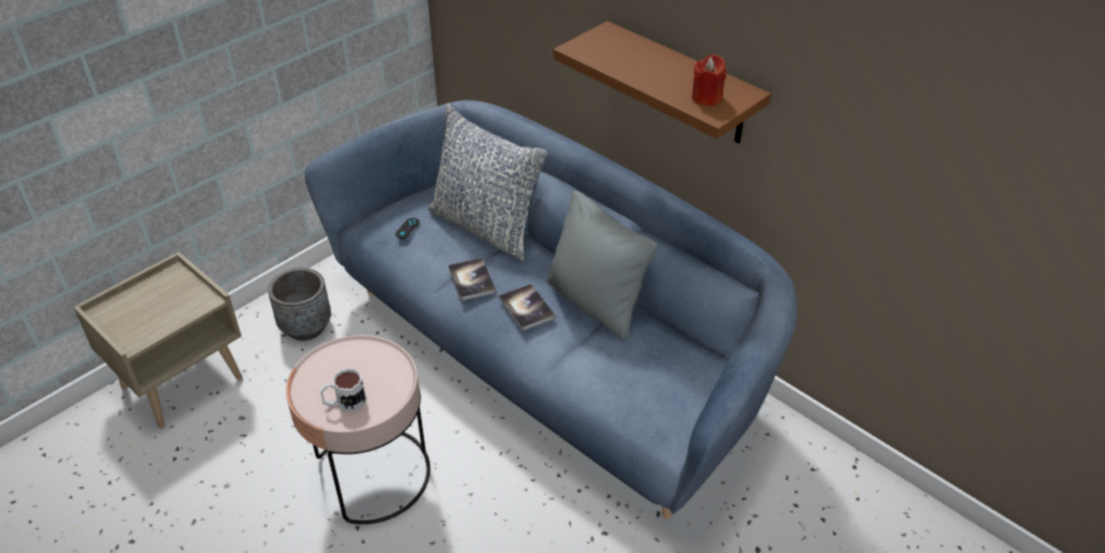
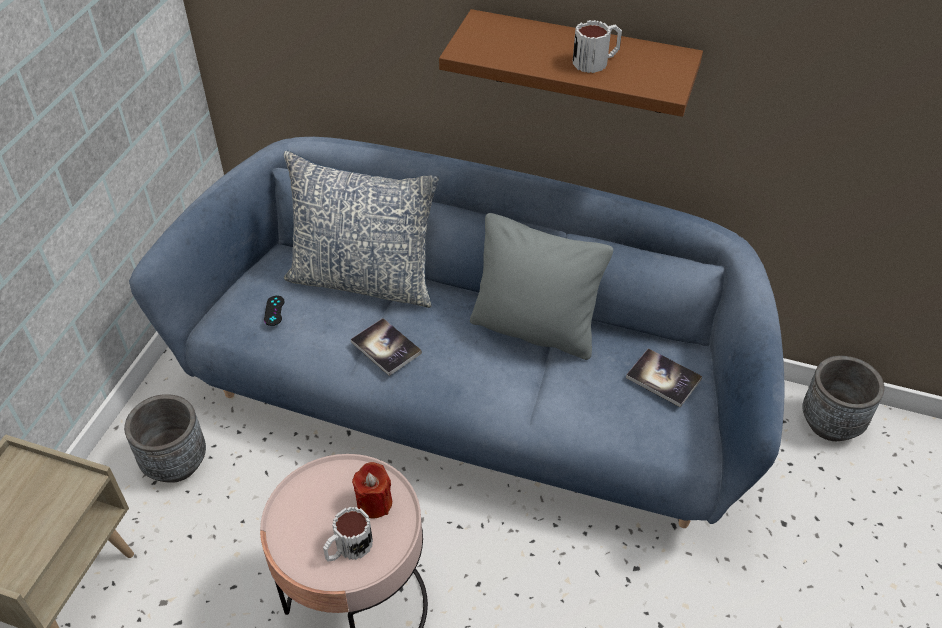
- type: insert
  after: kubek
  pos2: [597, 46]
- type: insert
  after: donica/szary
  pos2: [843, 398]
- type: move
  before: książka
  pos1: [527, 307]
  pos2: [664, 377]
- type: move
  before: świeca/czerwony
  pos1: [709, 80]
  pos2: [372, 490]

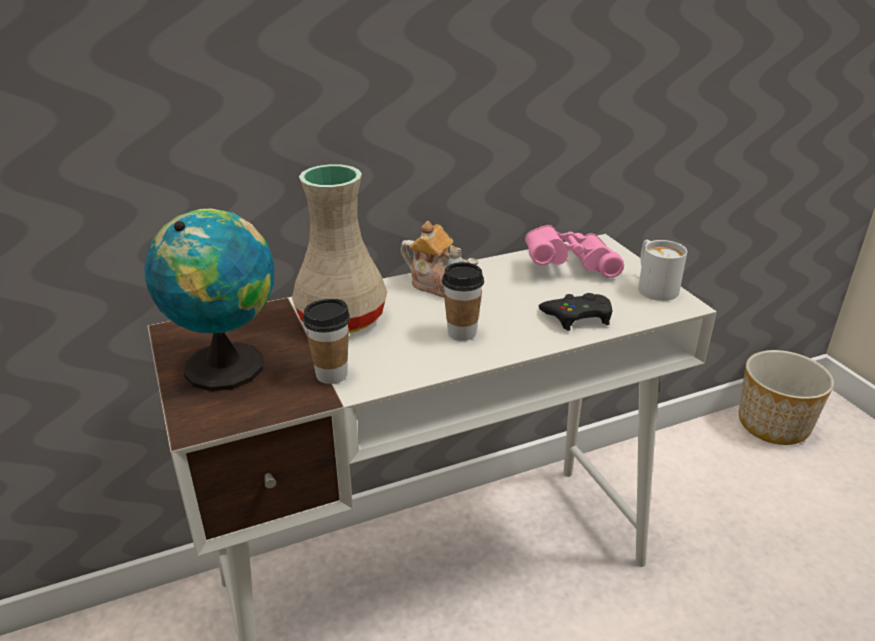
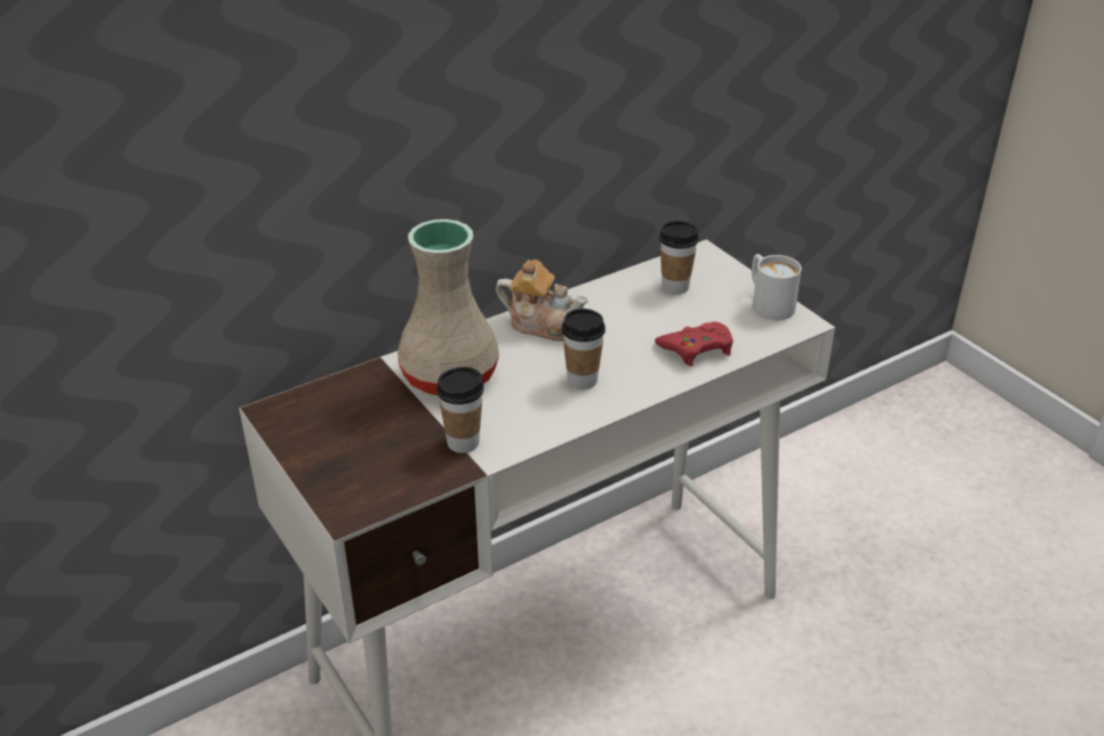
- type: delete
  before: globus
  pos1: [209, 299]
- type: delete
  before: donica
  pos1: [786, 397]
- type: replace
  before: lornetka/różowy
  after: filiżanka
  pos1: [574, 251]
  pos2: [679, 258]
- type: recolor
  before: pad do gier/czarny
  after: pad do gier/czerwony
  pos1: [576, 312]
  pos2: [694, 344]

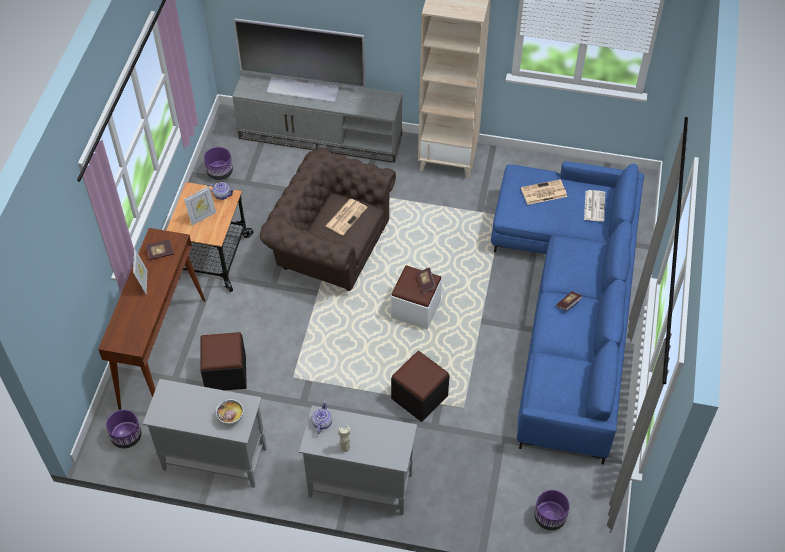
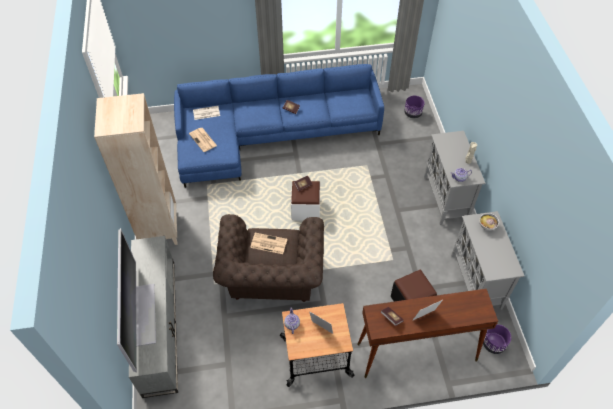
- type: delete
  before: donica/fioletowy
  pos1: [218, 163]
- type: delete
  before: pufa/czarny
  pos1: [420, 386]

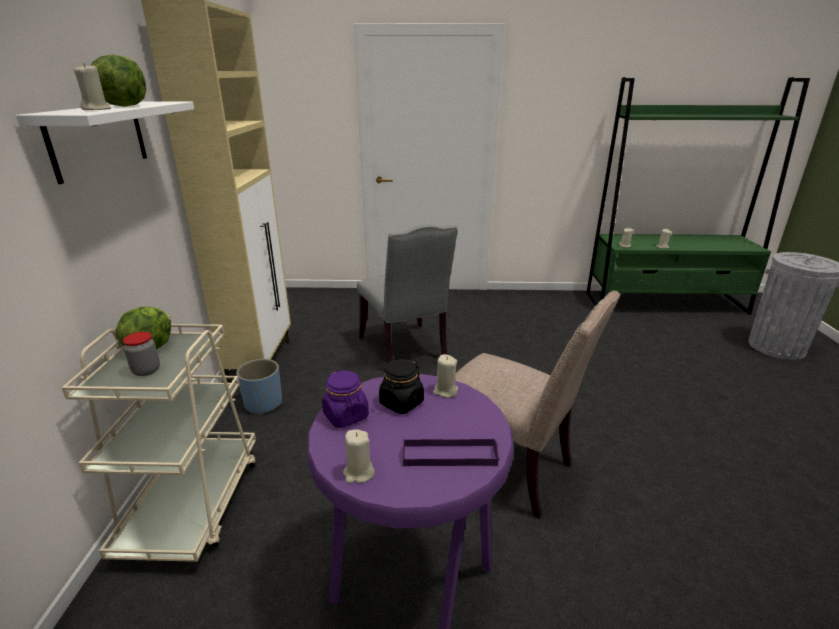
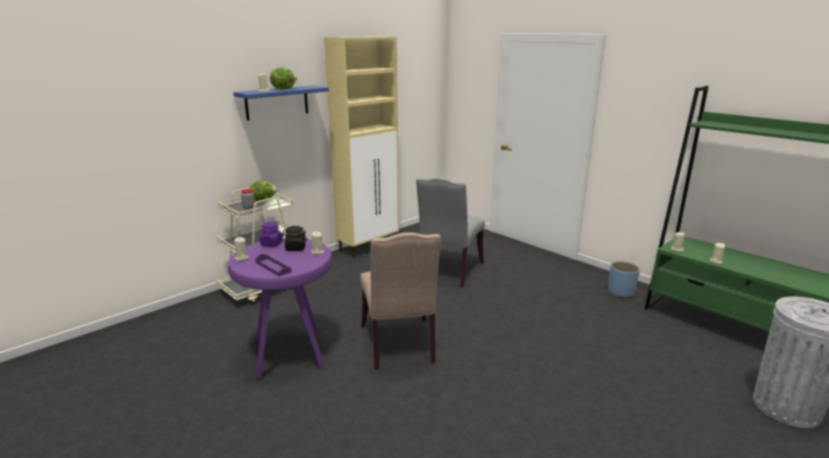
- type: move
  before: donica/niebieski
  pos1: [259, 387]
  pos2: [624, 279]
- type: recolor
  before: półka/biały
  after: półka/niebieski
  pos1: [105, 142]
  pos2: [281, 102]

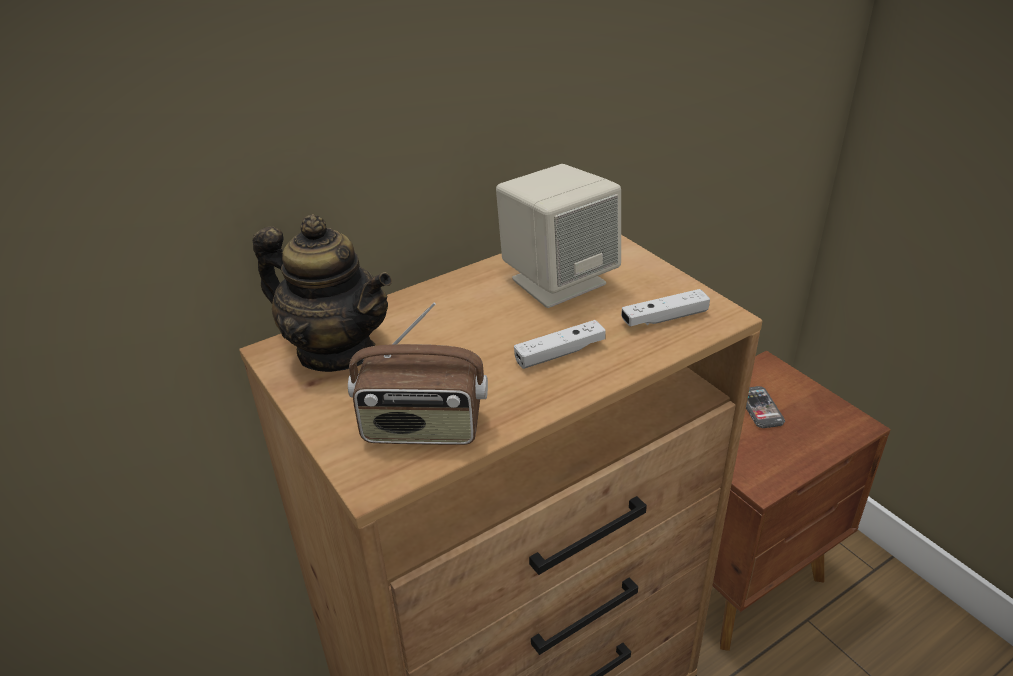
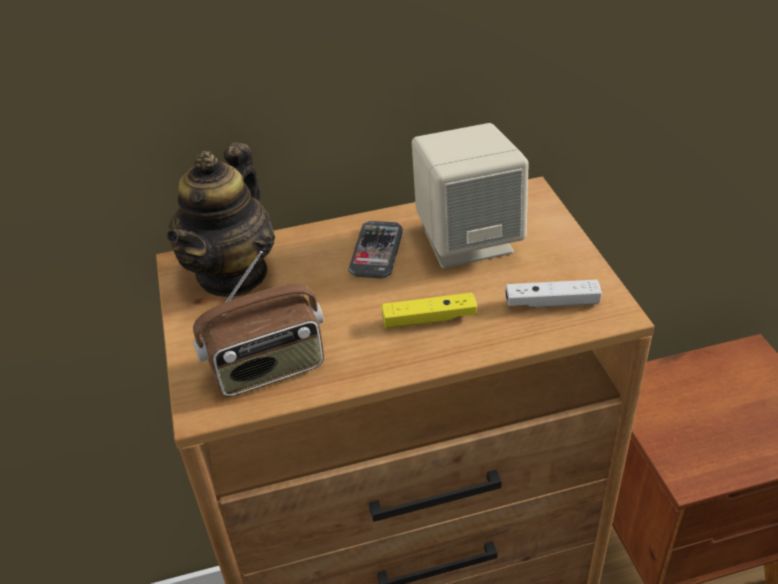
- type: move
  before: telefon
  pos1: [765, 407]
  pos2: [375, 250]
- type: recolor
  before: pad do gier/biały
  after: pad do gier/żółty
  pos1: [560, 344]
  pos2: [429, 310]
- type: rotate
  before: imbryk
  pos1: [322, 293]
  pos2: [221, 219]
  turn: 60
- type: rotate
  before: radio
  pos1: [418, 373]
  pos2: [258, 324]
  turn: -45

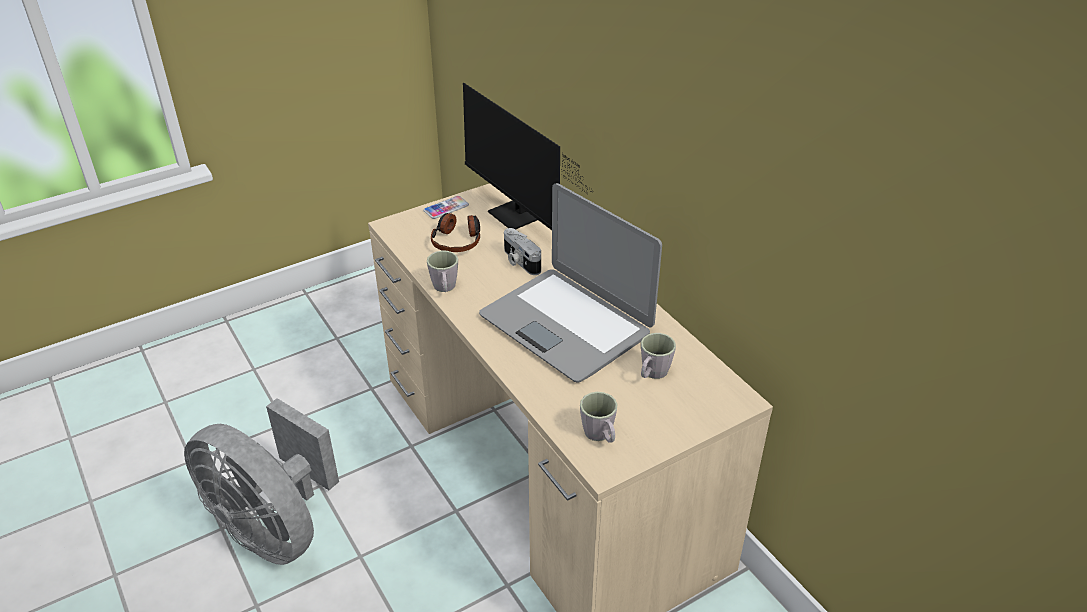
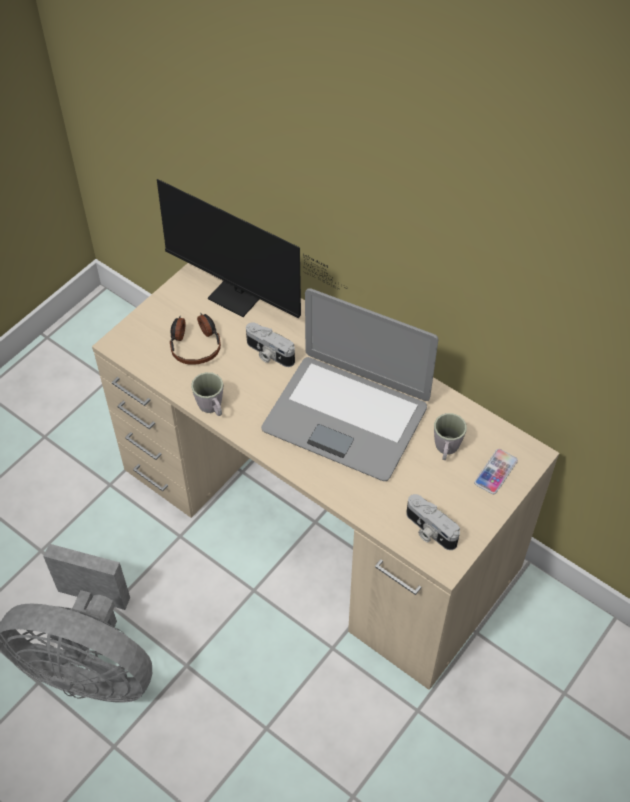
- type: move
  before: telefon
  pos1: [446, 207]
  pos2: [496, 471]
- type: replace
  before: kubek/szary
  after: aparat fotograficzny
  pos1: [599, 417]
  pos2: [433, 522]

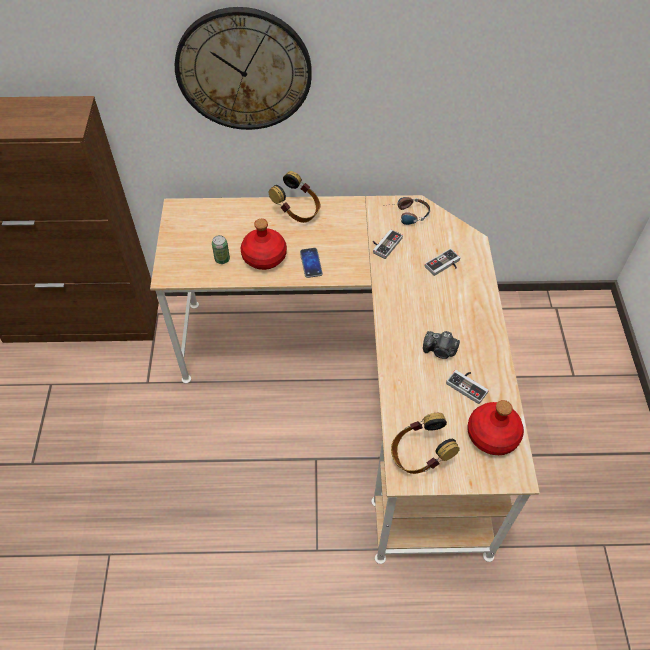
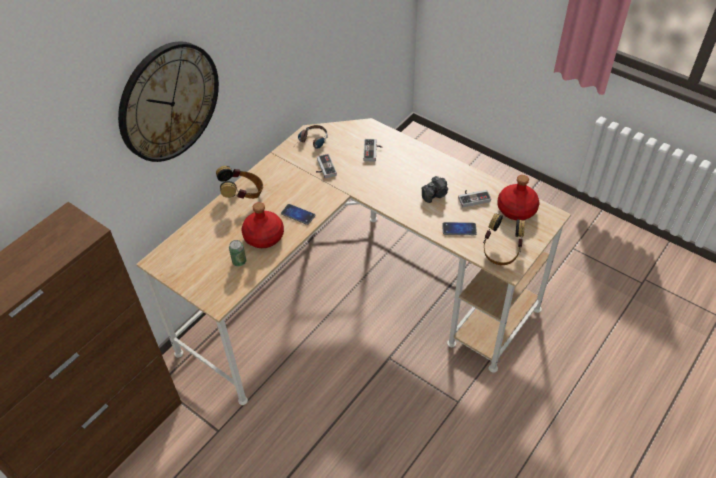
- type: insert
  after: telefon
  pos2: [459, 228]

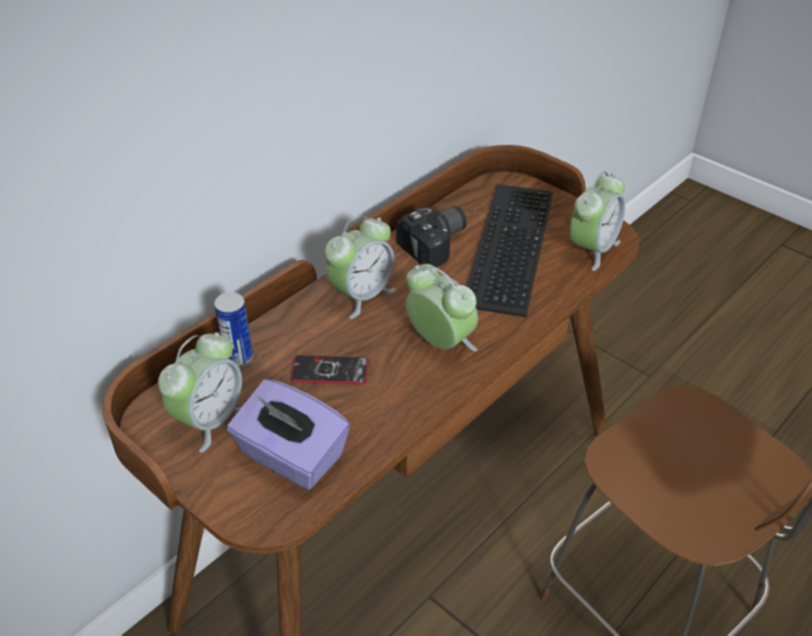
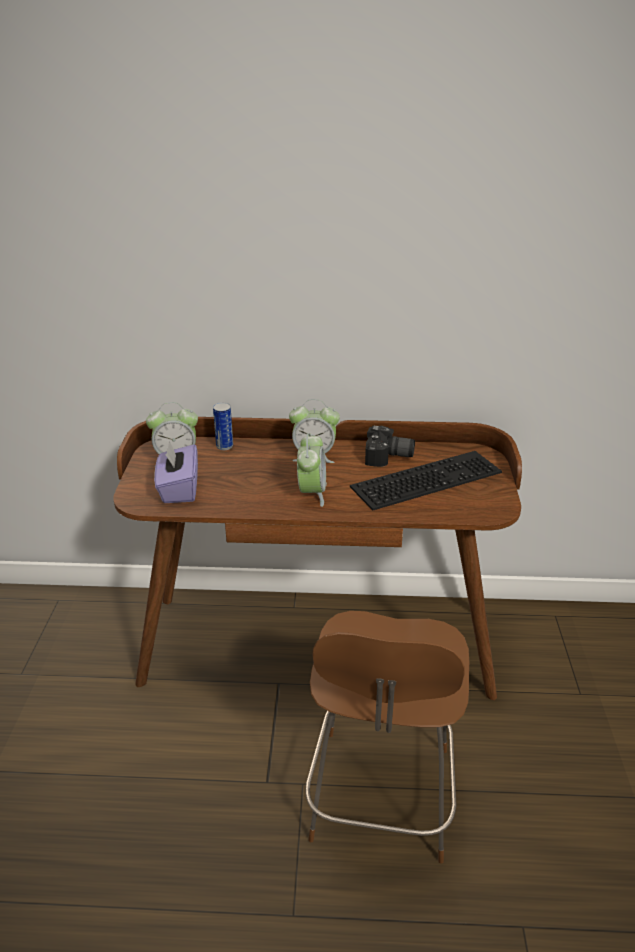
- type: delete
  before: telefon
  pos1: [329, 369]
- type: delete
  before: budzik
  pos1: [597, 221]

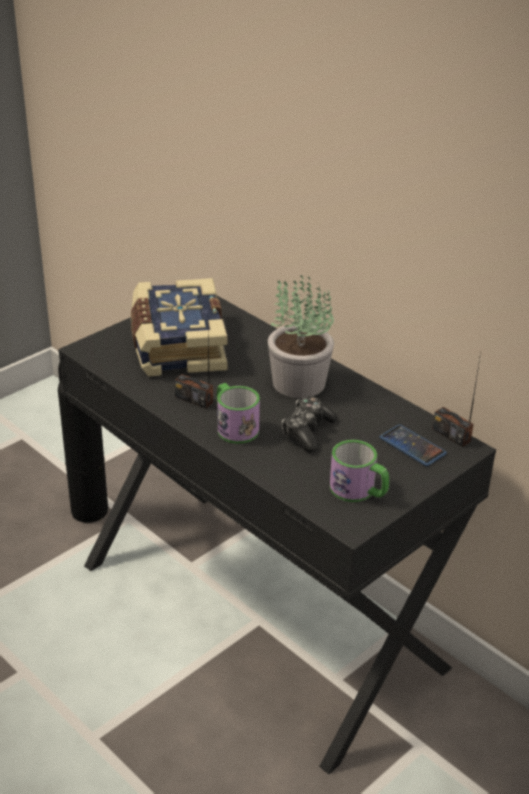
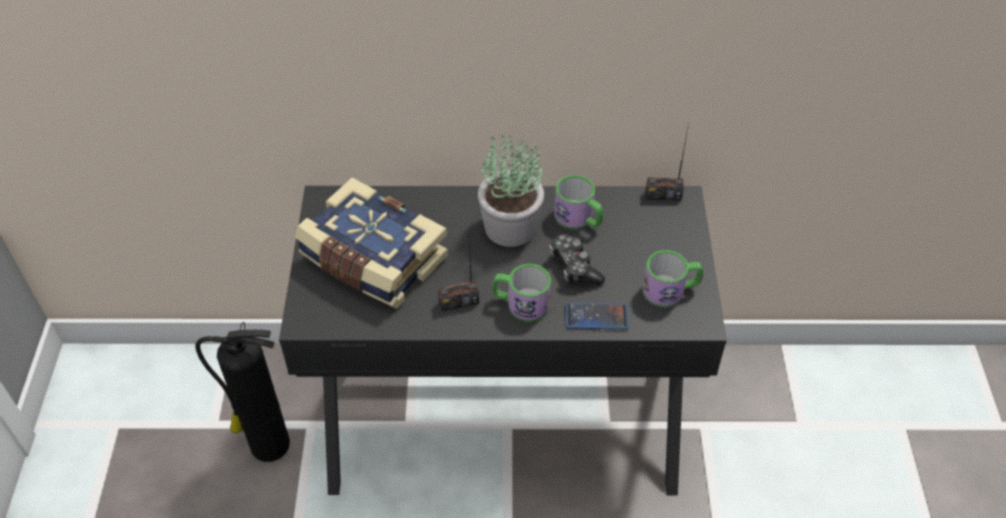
- type: insert
  after: kubek
  pos2: [578, 202]
- type: move
  before: telefon
  pos1: [413, 445]
  pos2: [597, 316]

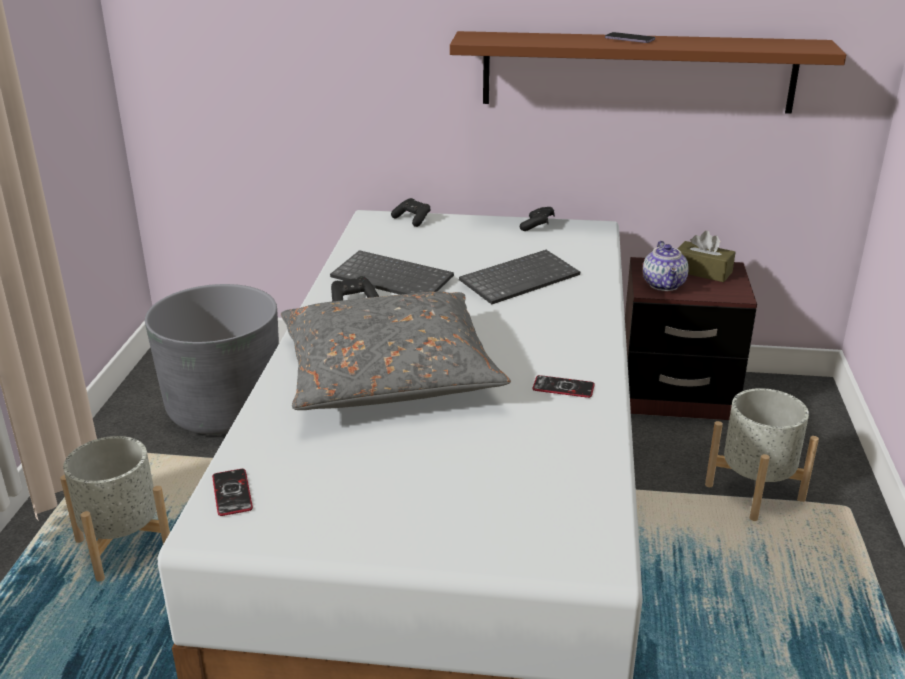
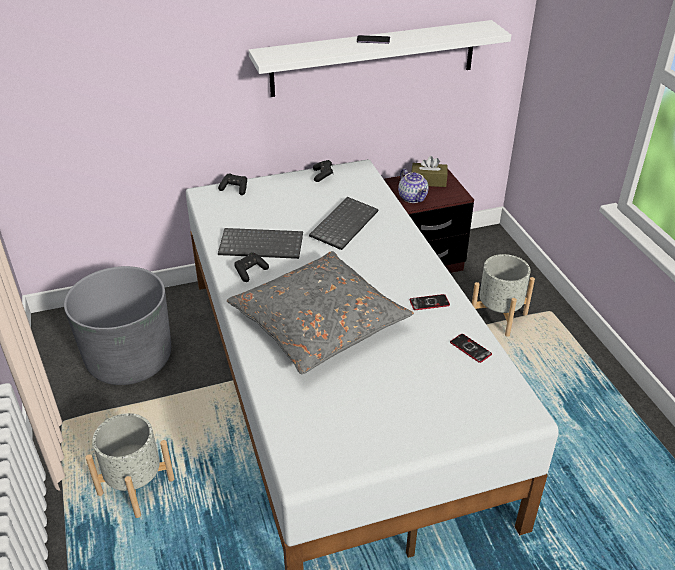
- type: move
  before: telefon
  pos1: [232, 492]
  pos2: [471, 348]
- type: recolor
  before: półka/brązowy
  after: półka/biały
  pos1: [648, 72]
  pos2: [379, 58]

